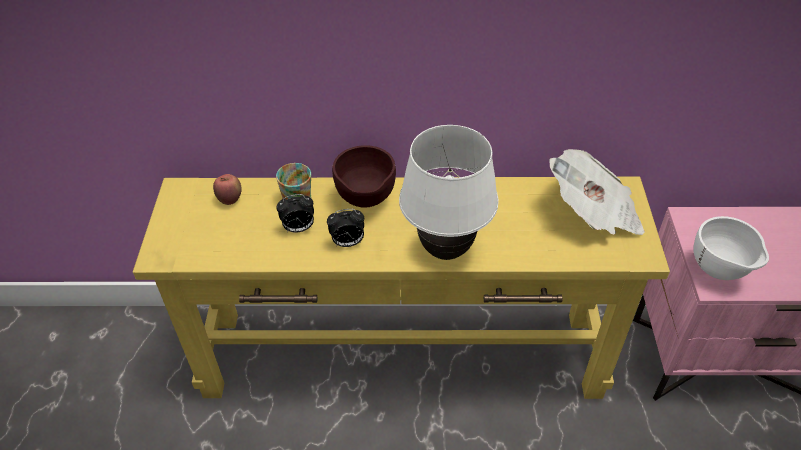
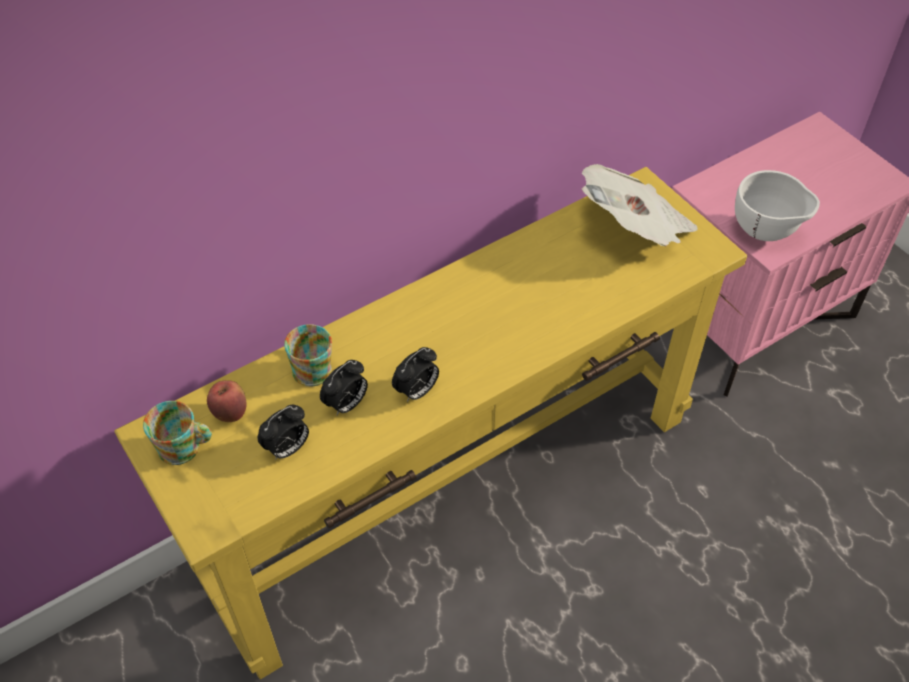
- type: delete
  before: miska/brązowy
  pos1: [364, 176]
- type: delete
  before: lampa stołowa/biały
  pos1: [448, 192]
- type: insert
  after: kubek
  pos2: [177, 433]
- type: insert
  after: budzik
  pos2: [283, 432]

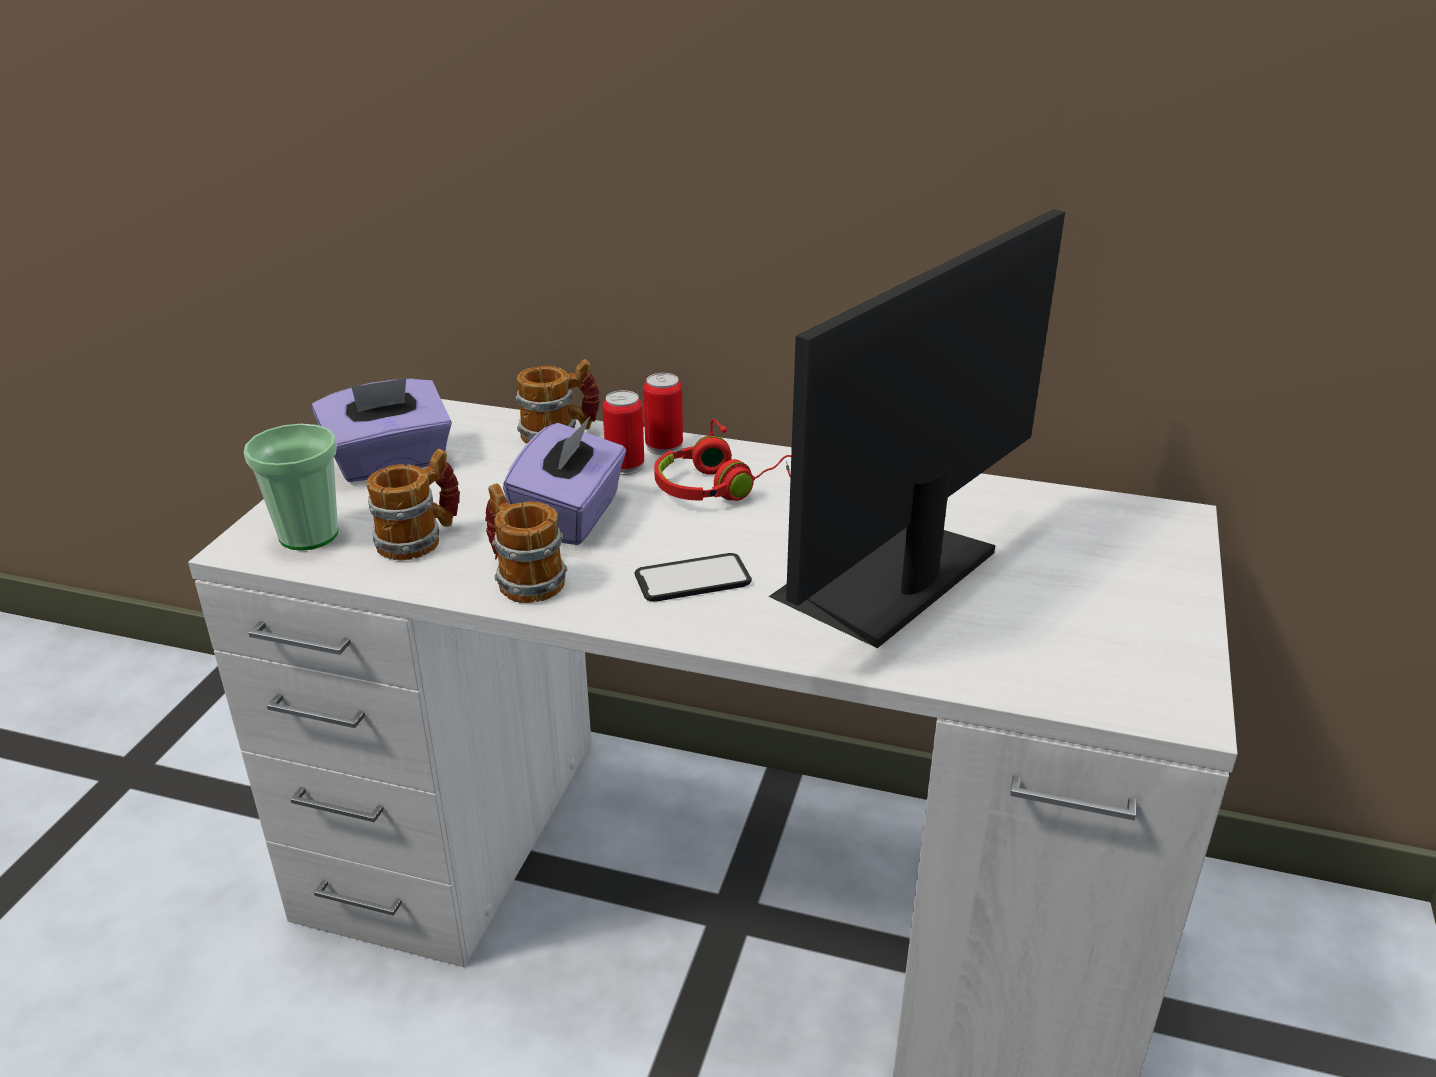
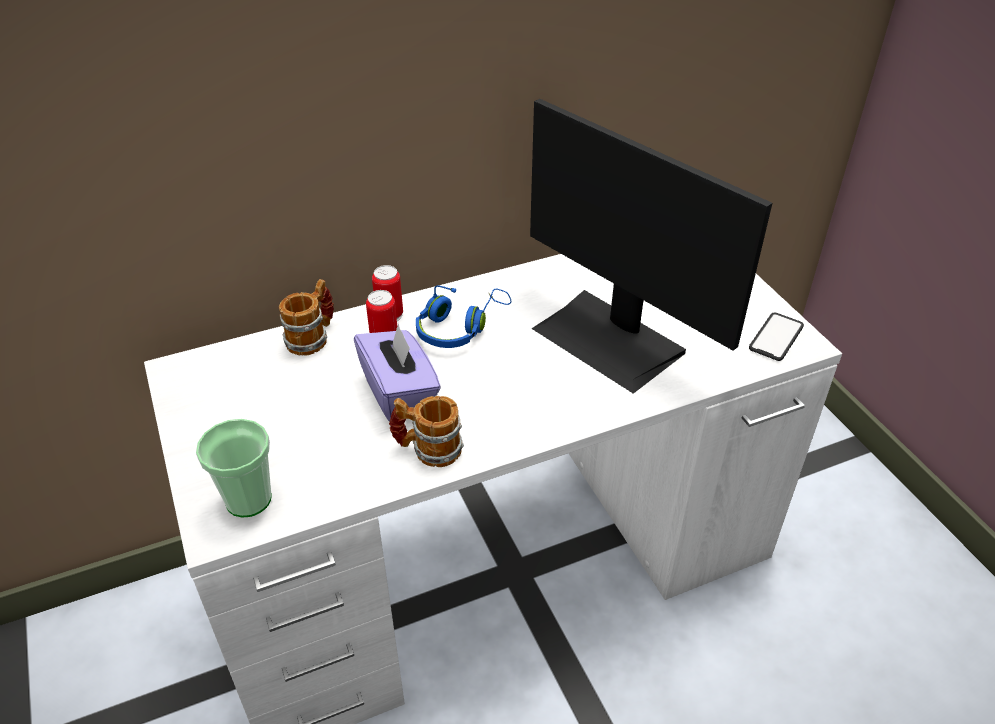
- type: delete
  before: pudełko chusteczek/fioletowy
  pos1: [382, 430]
- type: delete
  before: kubek
  pos1: [413, 504]
- type: move
  before: telefon
  pos1: [693, 577]
  pos2: [776, 336]
- type: recolor
  before: słuchawki/czerwony
  after: słuchawki/niebieski
  pos1: [722, 460]
  pos2: [463, 316]
- type: rotate
  before: monitor
  pos1: [916, 428]
  pos2: [651, 246]
  turn: -45

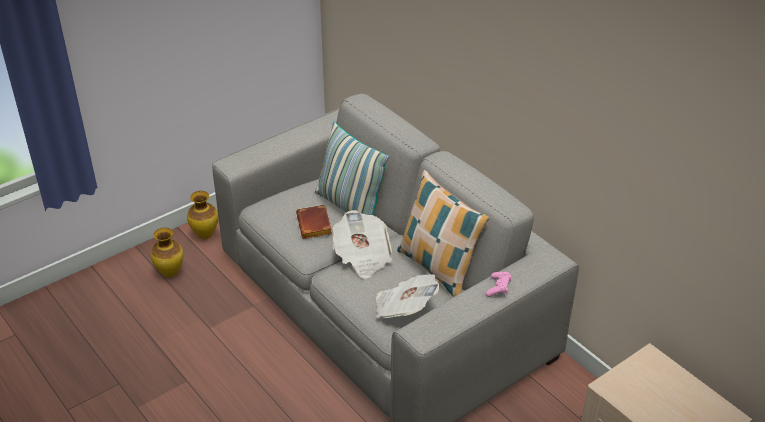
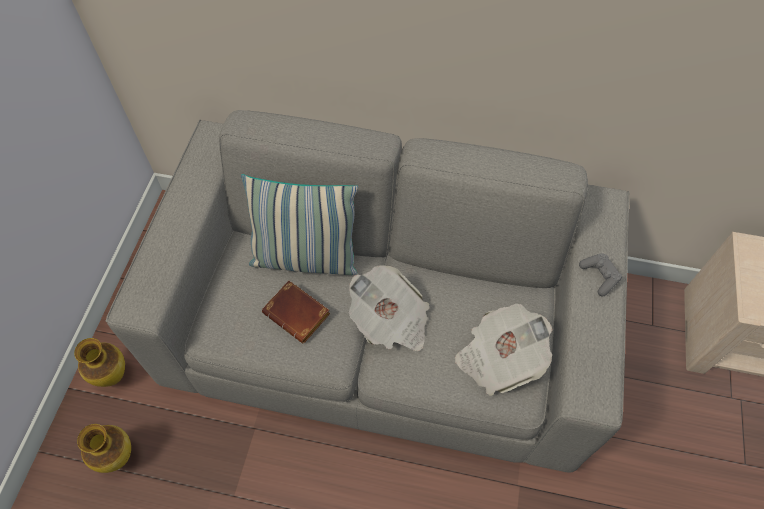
- type: delete
  before: poduszka
  pos1: [443, 233]
- type: recolor
  before: pad do gier/różowy
  after: pad do gier/szary
  pos1: [499, 284]
  pos2: [600, 275]

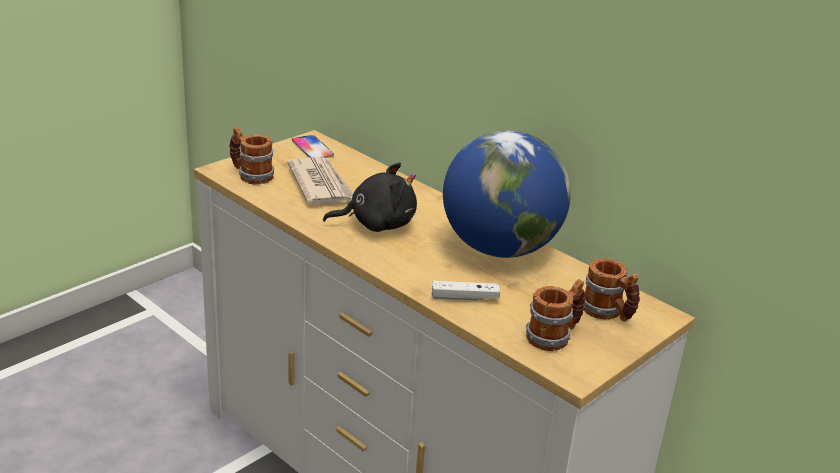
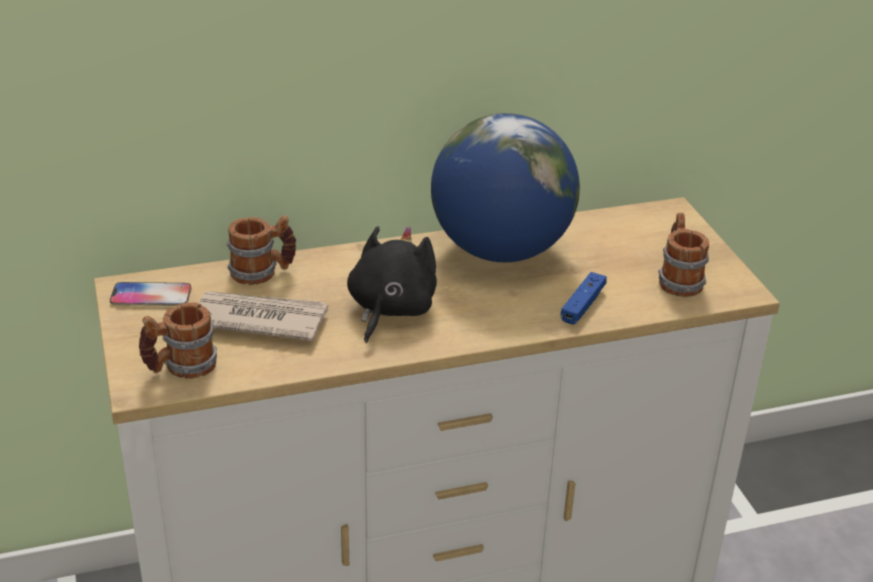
- type: move
  before: kubek
  pos1: [611, 290]
  pos2: [262, 250]
- type: recolor
  before: pad do gier/biały
  after: pad do gier/niebieski
  pos1: [466, 291]
  pos2: [584, 298]

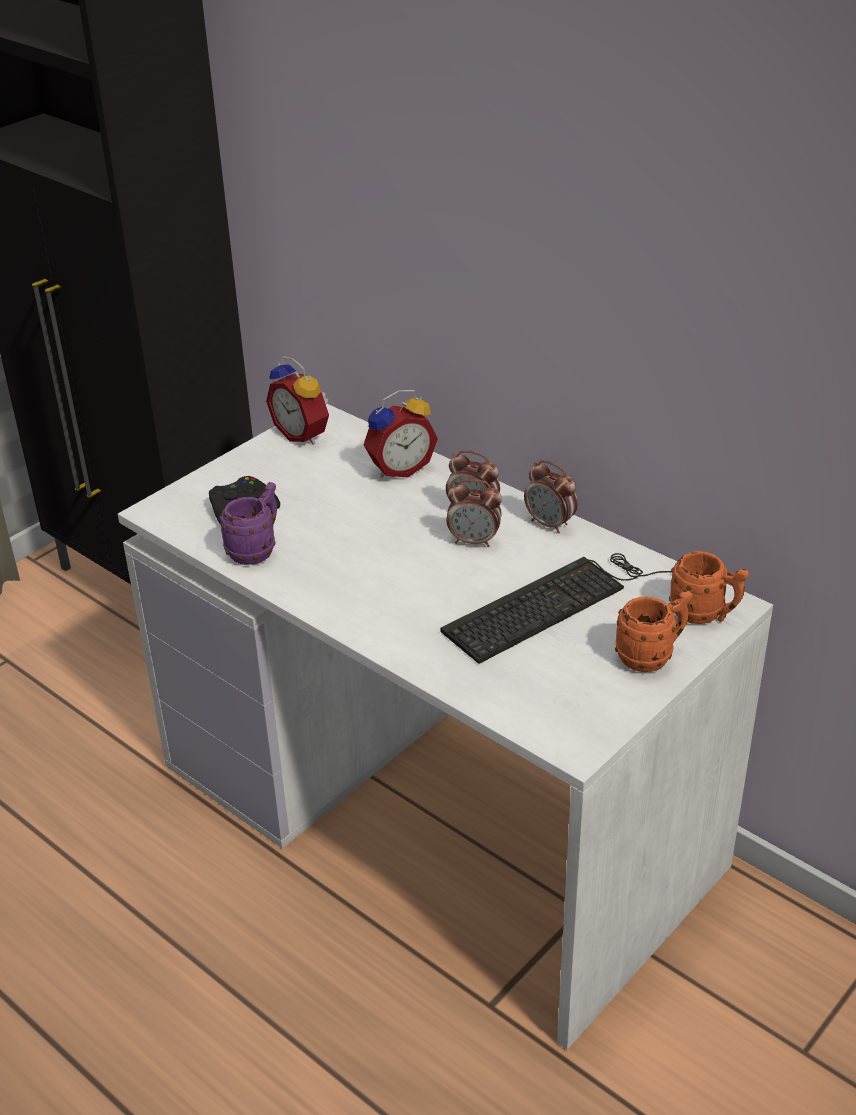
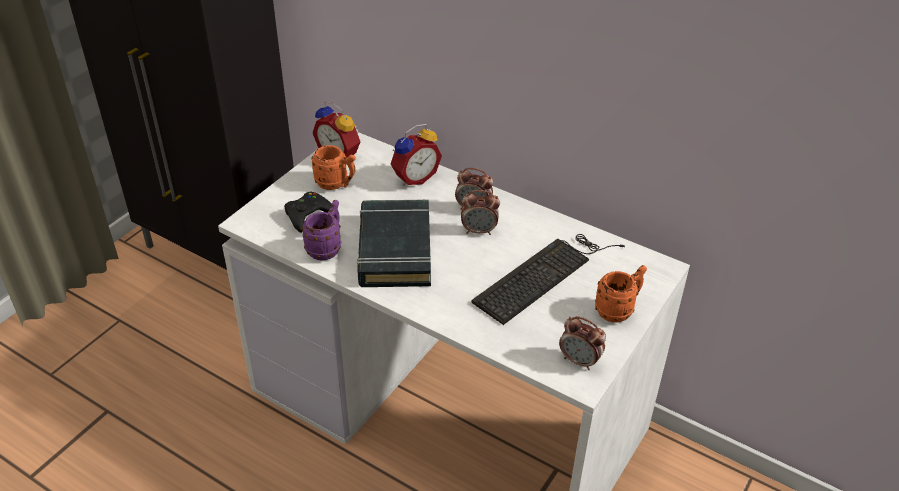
- type: insert
  after: książka/czarny
  pos2: [394, 243]
- type: move
  before: budzik
  pos1: [551, 496]
  pos2: [582, 343]
- type: move
  before: kubek/pomarańczowy
  pos1: [709, 587]
  pos2: [333, 167]

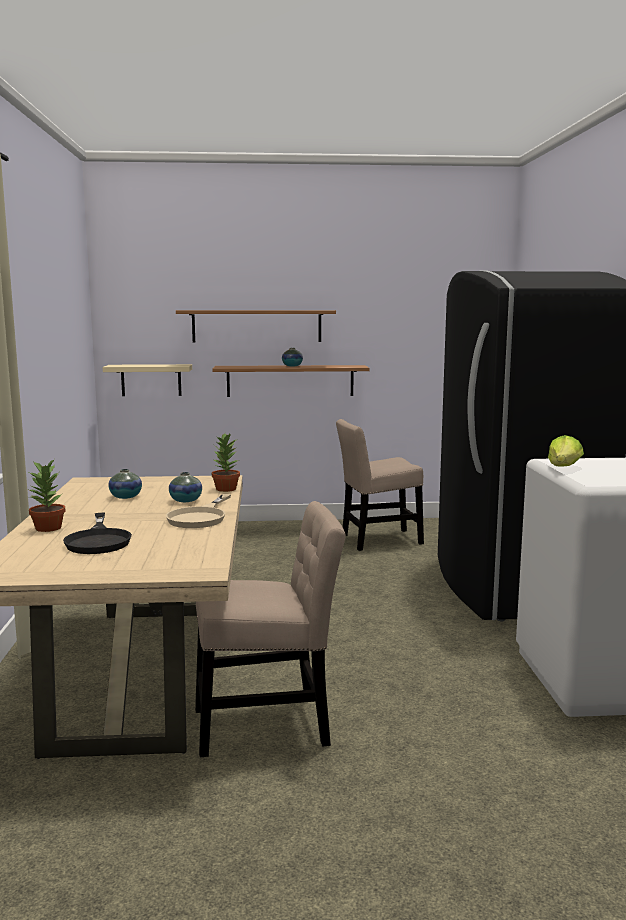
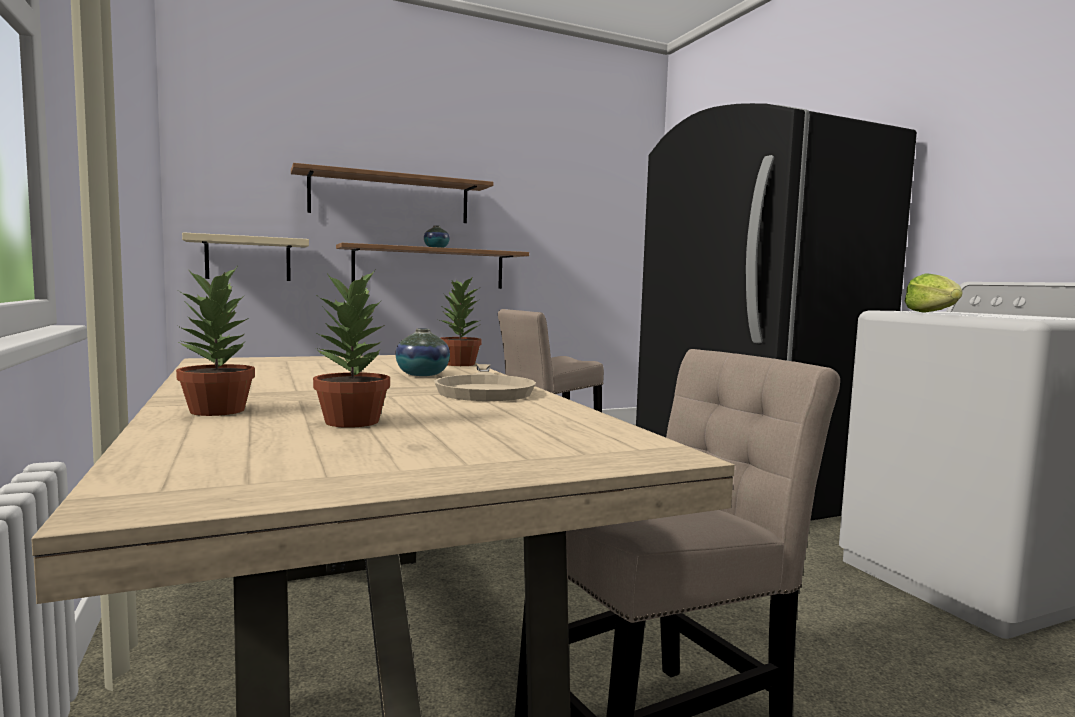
- type: delete
  before: wazon
  pos1: [125, 484]
- type: replace
  before: patelnia/czarny
  after: roślina doniczkowa
  pos1: [97, 533]
  pos2: [351, 349]

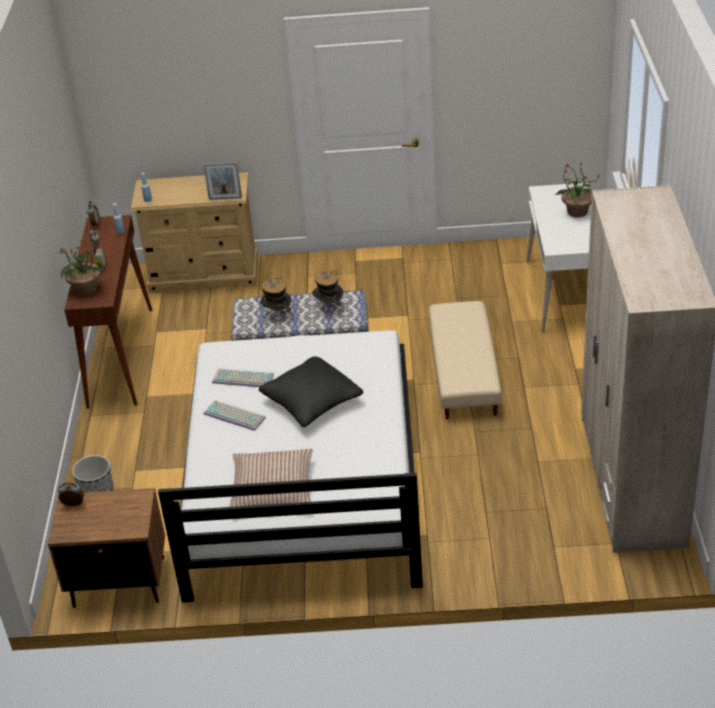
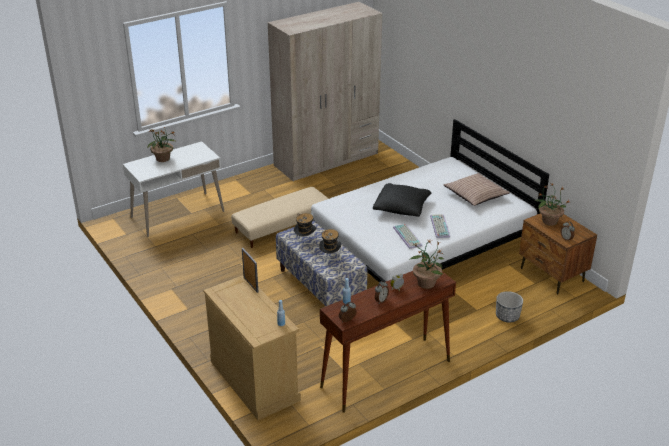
- type: insert
  after: roślina doniczkowa
  pos2: [552, 204]

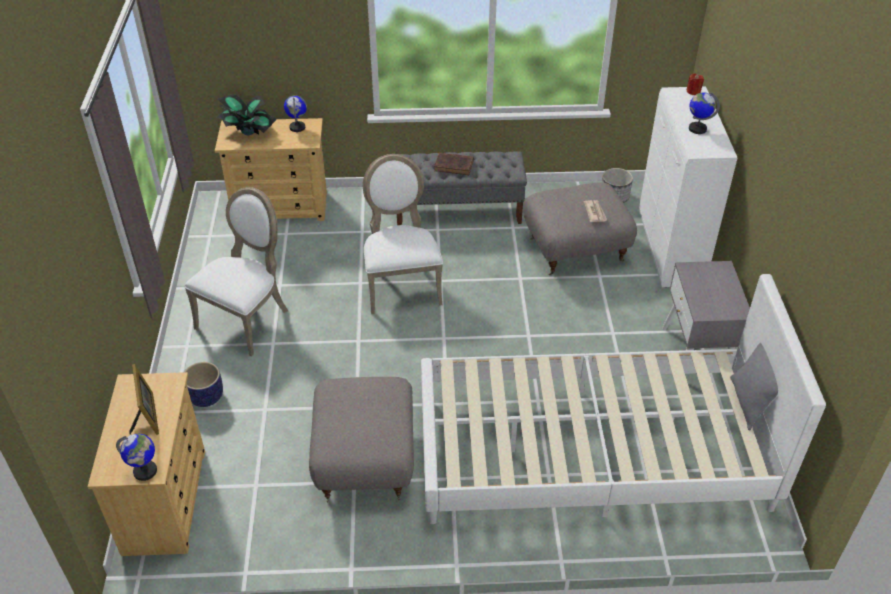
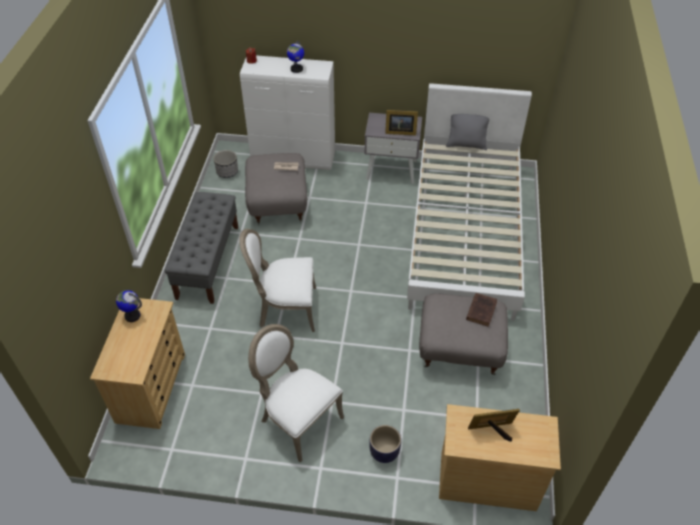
- type: delete
  before: globus
  pos1: [136, 457]
- type: delete
  before: roślina doniczkowa
  pos1: [247, 114]
- type: insert
  after: ramka na zdjęcie
  pos2: [401, 122]
- type: move
  before: książka/brązowy
  pos1: [454, 164]
  pos2: [481, 310]

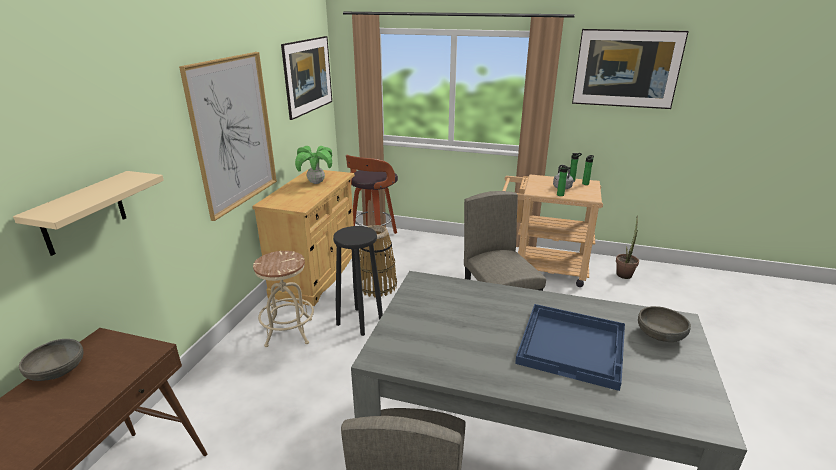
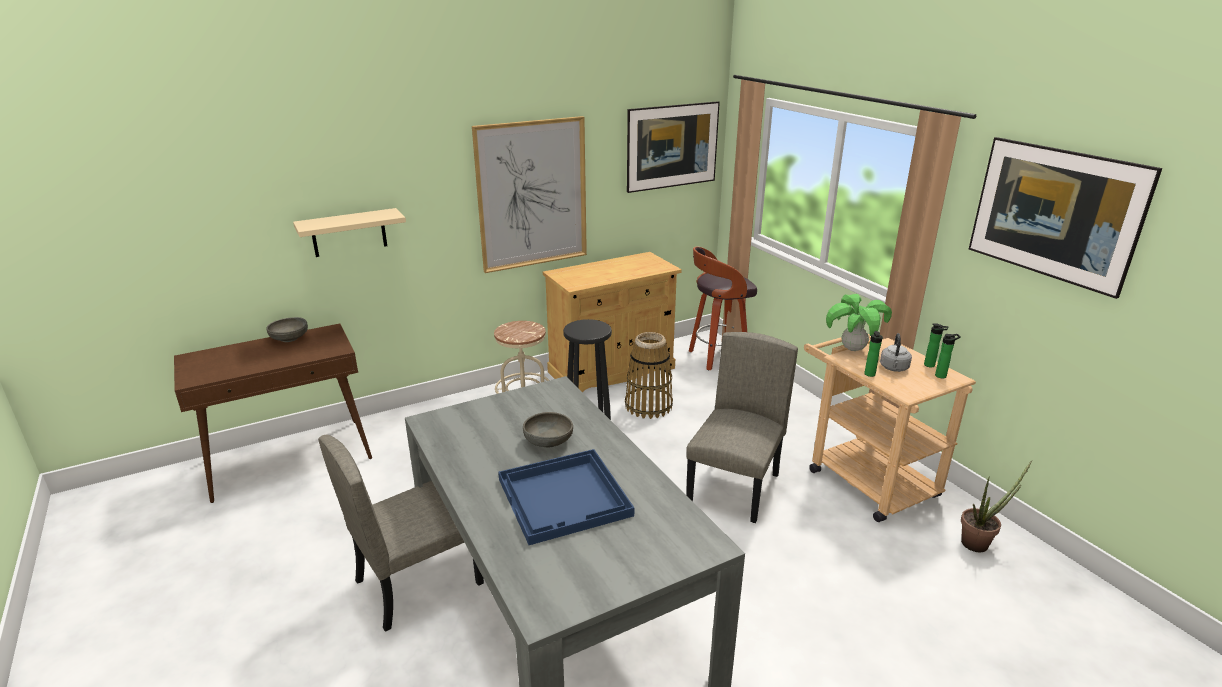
- type: move
  before: roślina doniczkowa
  pos1: [313, 165]
  pos2: [859, 322]
- type: move
  before: miska/szary
  pos1: [664, 324]
  pos2: [548, 429]

